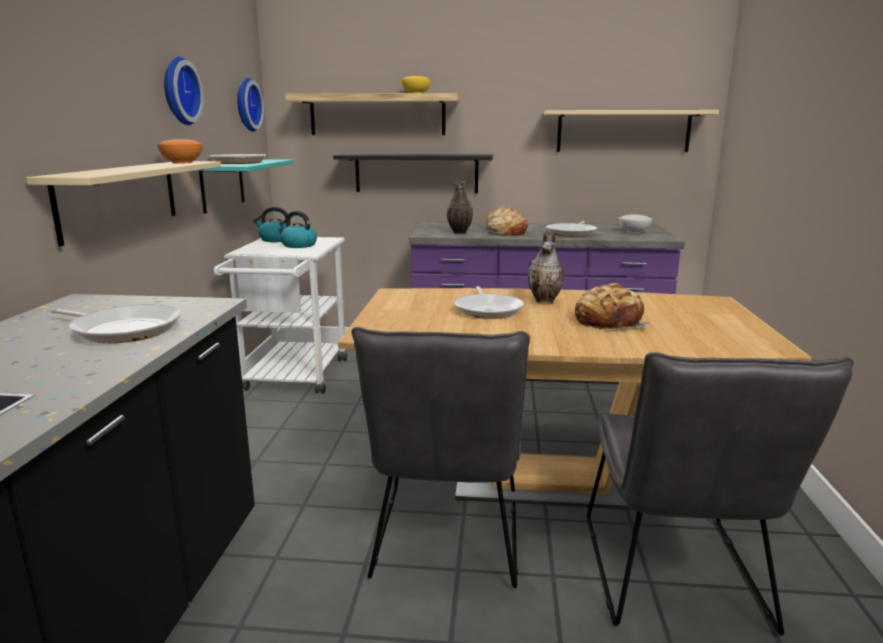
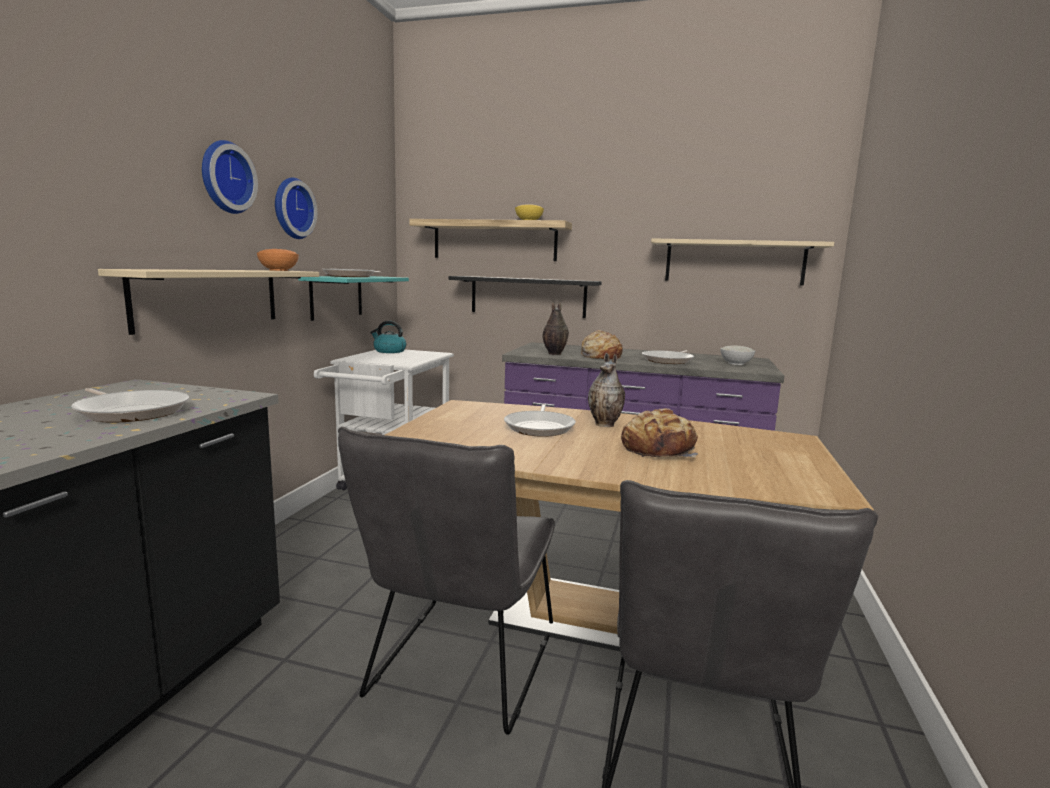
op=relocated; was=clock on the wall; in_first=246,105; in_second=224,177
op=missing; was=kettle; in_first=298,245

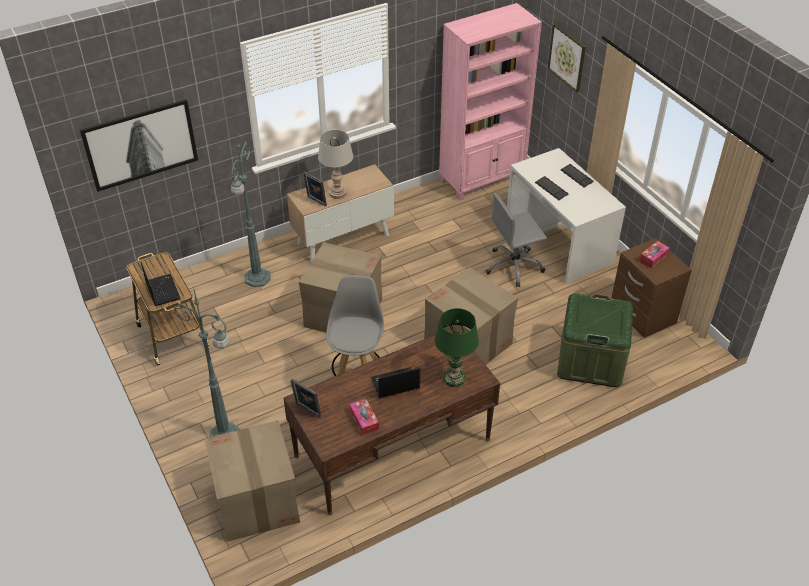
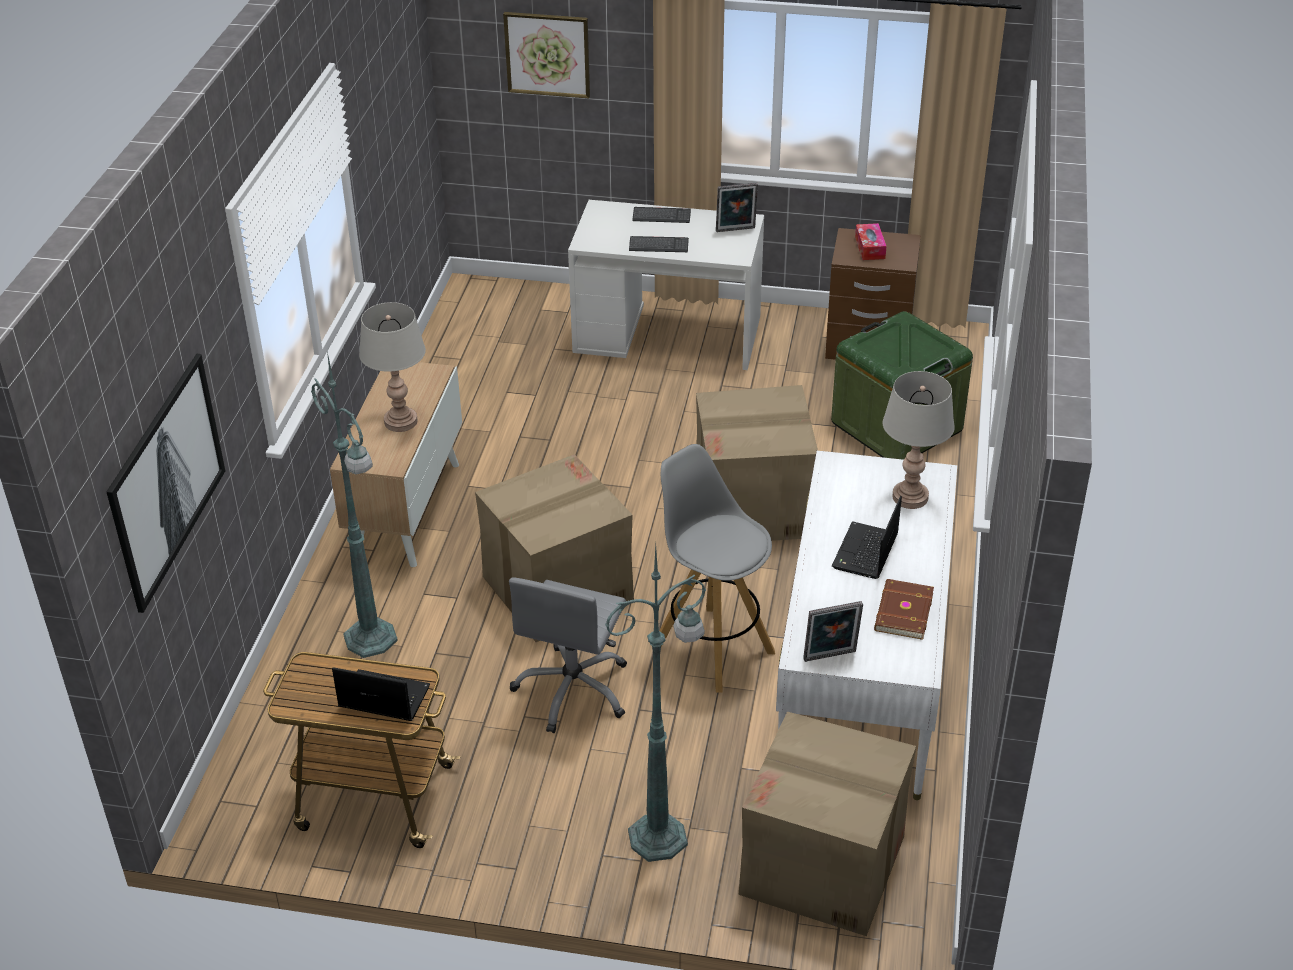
op=relocated; was=computer chair/grey; in_first=514,266; in_second=573,690
op=relocated; was=standing frame; in_first=316,202; in_second=736,230
op=colour; was=desk/brown; now=desk/white-coloured; in_first=393,448; in_second=862,674
op=exchanged; was=box of tissues; now=volume/brown; in_first=364,420; in_second=902,612
op=colour; was=tabletop lamp/green; now=tabletop lamp/grey; in_first=454,378; in_second=910,497
op=missing; was=bookshelf/pink-coloured; in_first=482,179

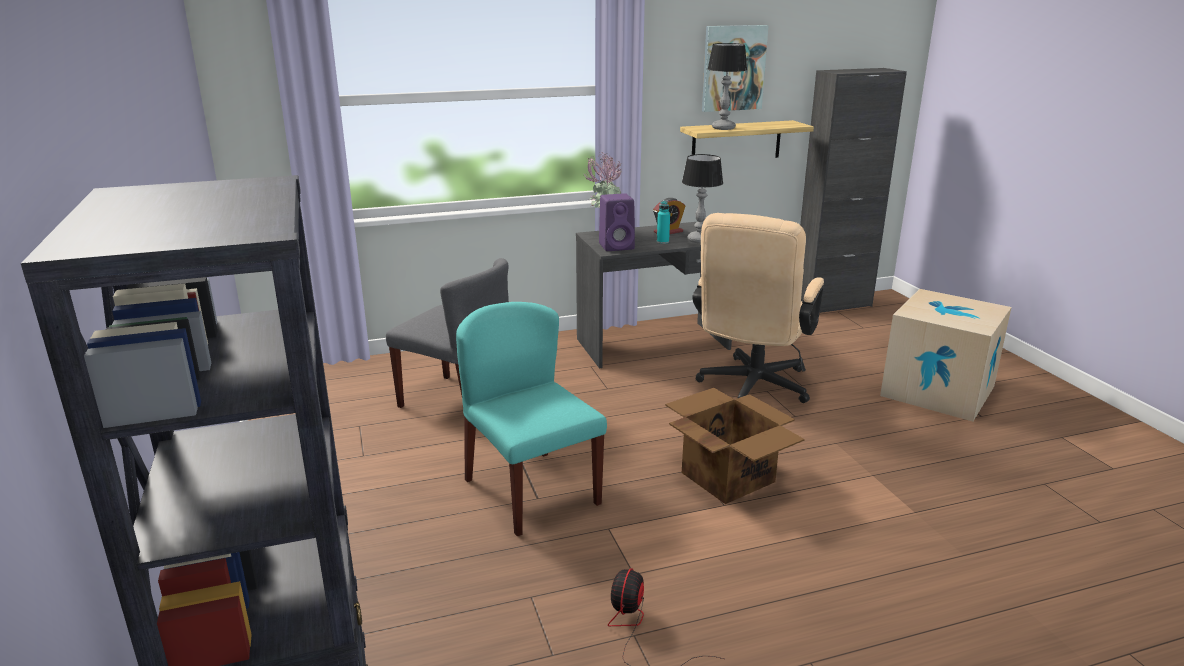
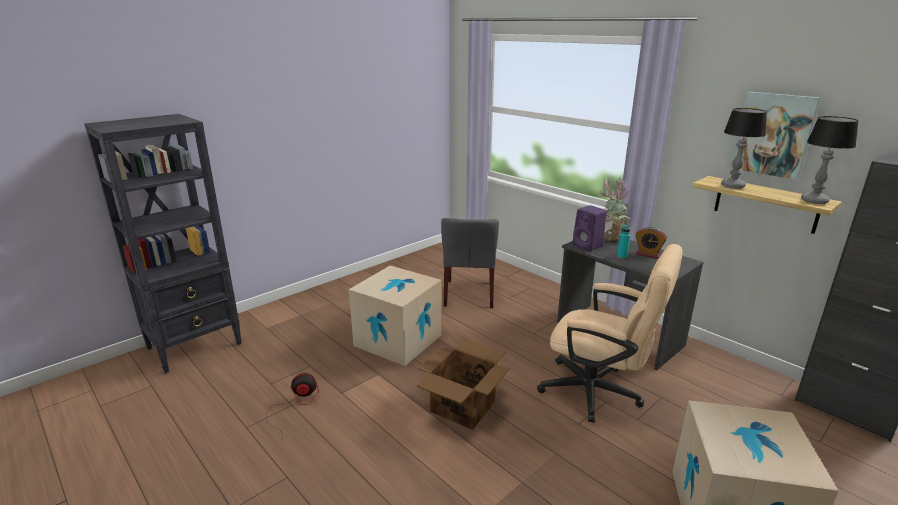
op=exchanged; was=plain chair/turquoise; now=packing box; in_first=531,491; in_second=398,340
op=spun; was=computer chair/sand-coloured; in_first=751,389; in_second=599,393; clockwise=-150
op=relocated; was=tabletop lamp; in_first=699,240; in_second=815,201

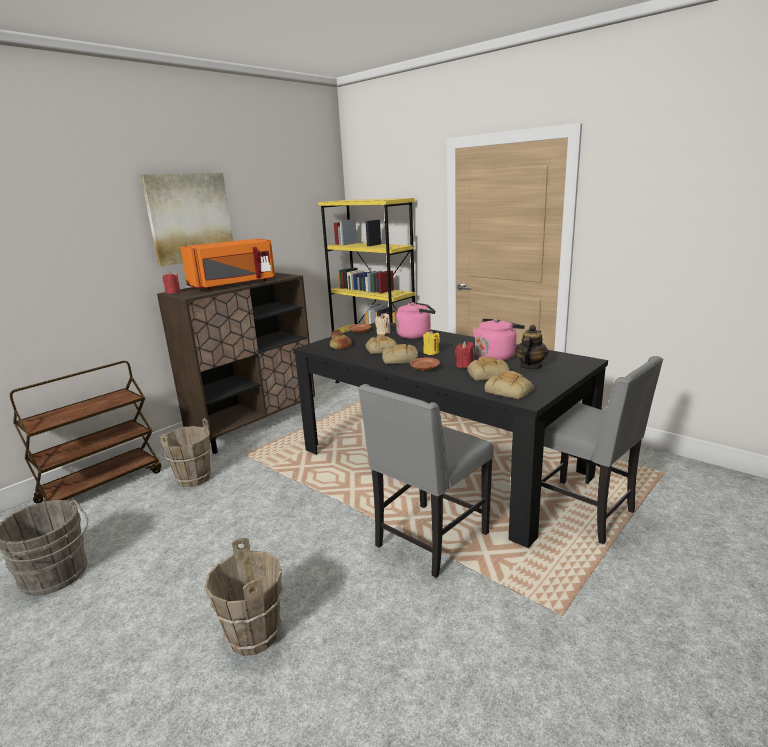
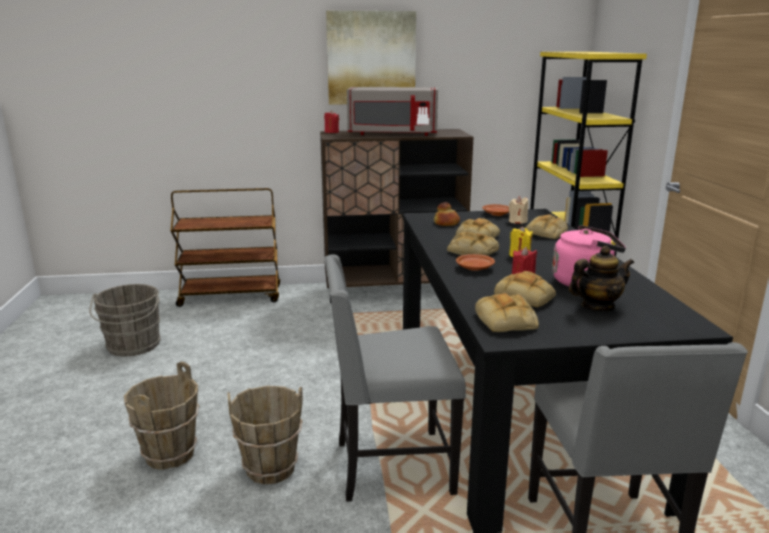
op=relocated; was=water bucket/brown; in_first=193,479; in_second=270,468
op=colour; was=kitchen microwave/orange-coloured; now=kitchen microwave/grey; in_first=233,284; in_second=392,134
op=exchanged; was=kettle/pink-coloured; now=bakery bread; in_first=416,335; in_second=546,233

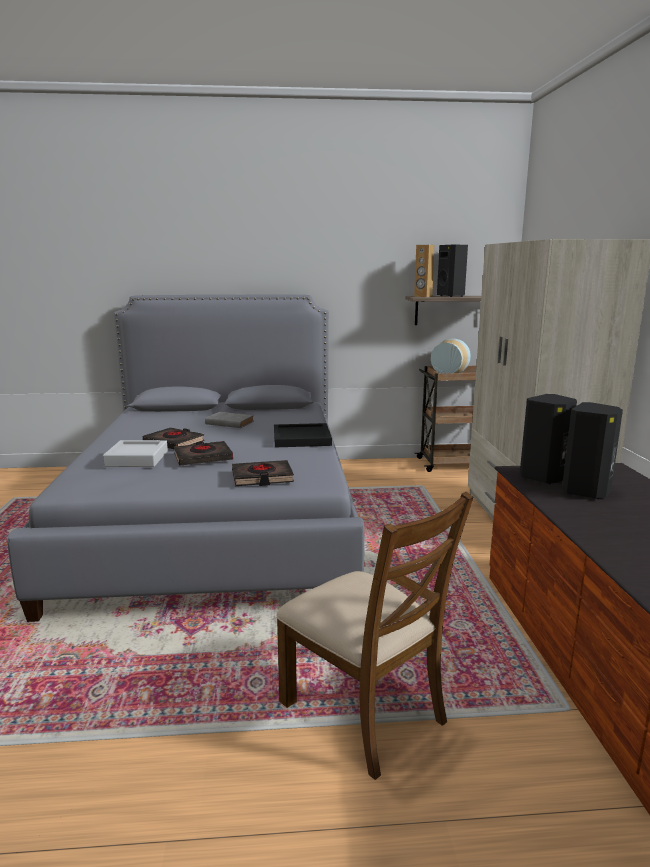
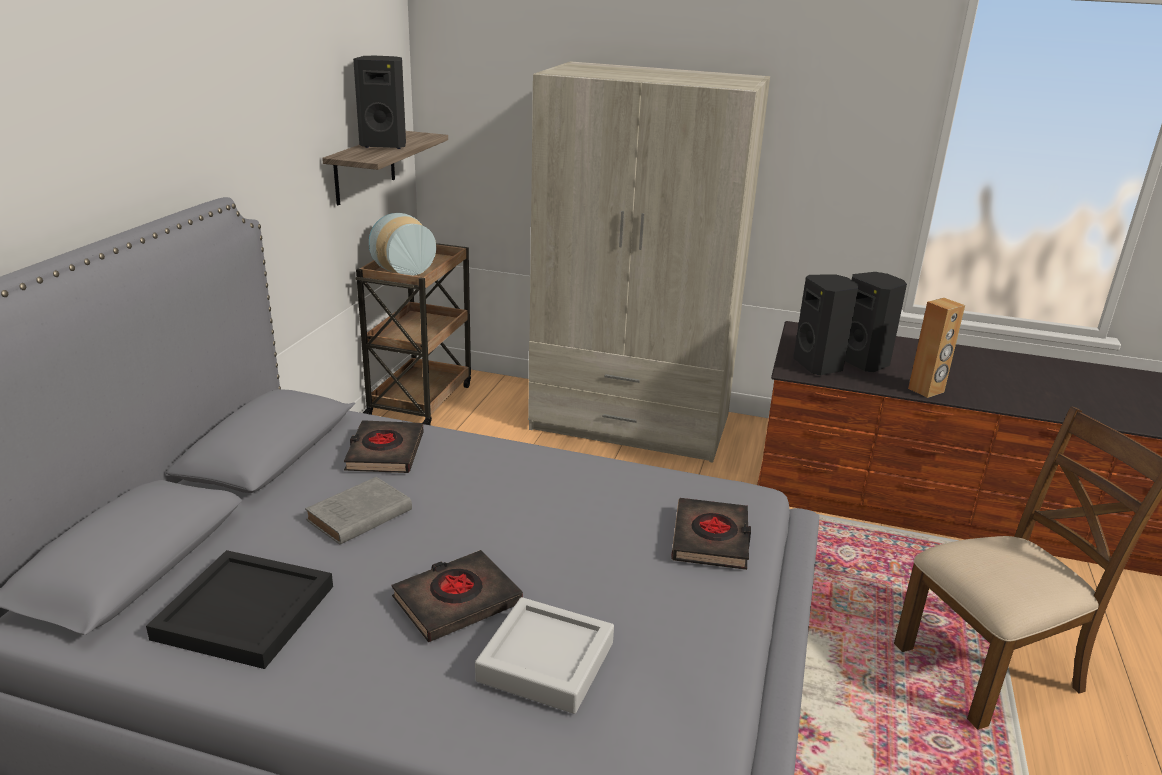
op=relocated; was=tray/blackish; in_first=301,438; in_second=243,612
op=relocated; was=volume/blackish; in_first=203,457; in_second=384,452
op=relocated; was=audio speaker/brown; in_first=423,296; in_second=926,390

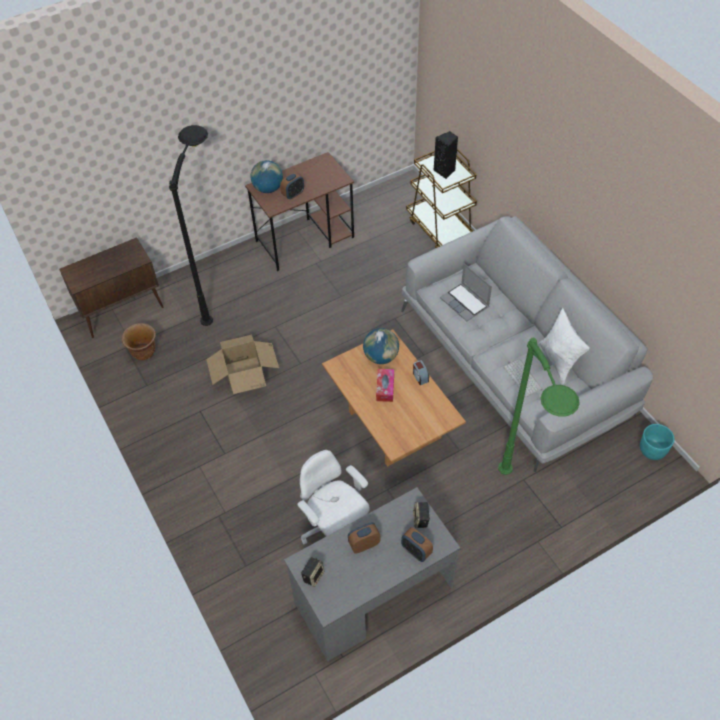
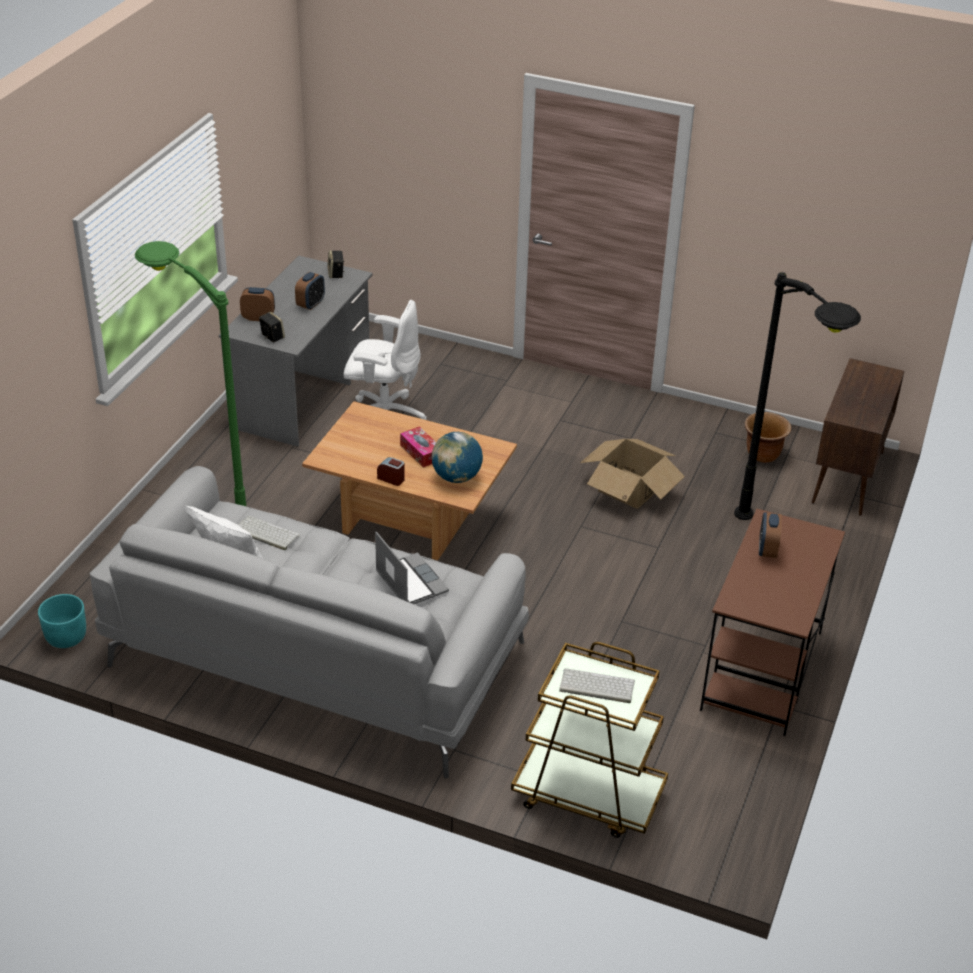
op=spun; was=notebook computer; in_first=465,303; in_second=410,581; clockwise=45
op=exchanged; was=audio speaker/blackish; now=PC keyboard; in_first=445,171; in_second=596,686
op=missing; was=globe; in_first=268,189

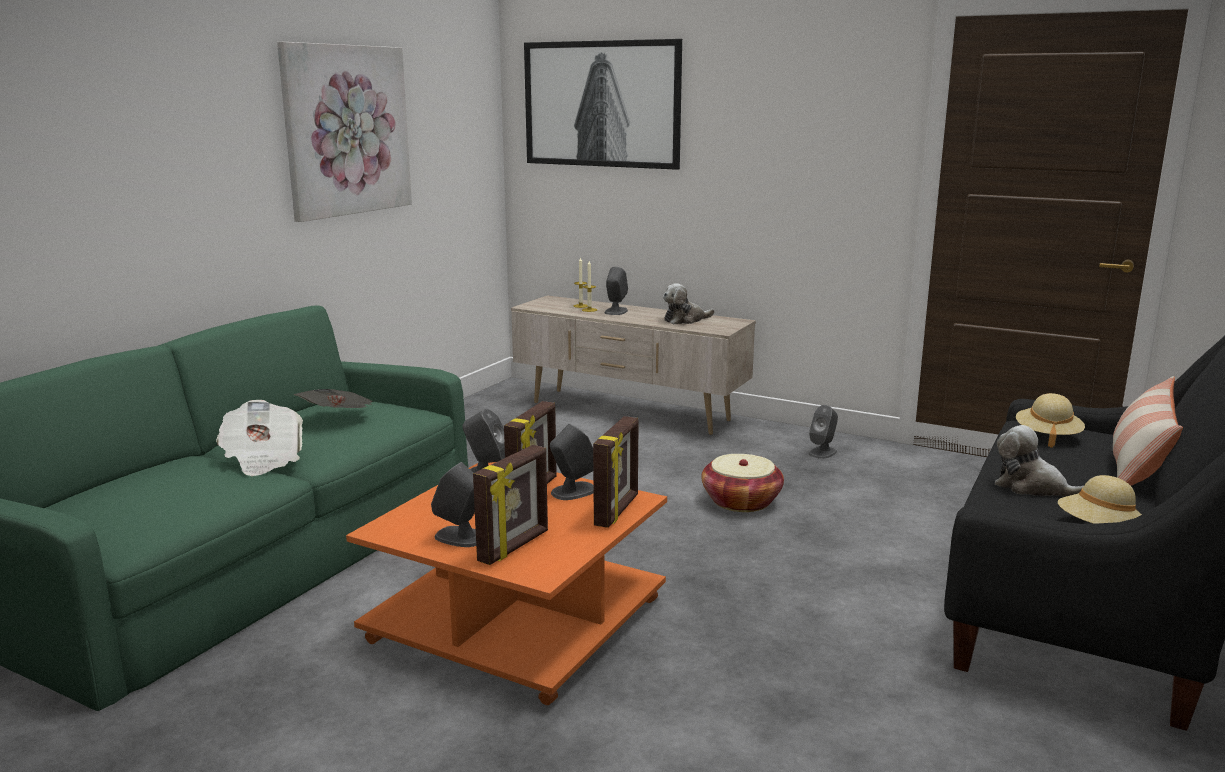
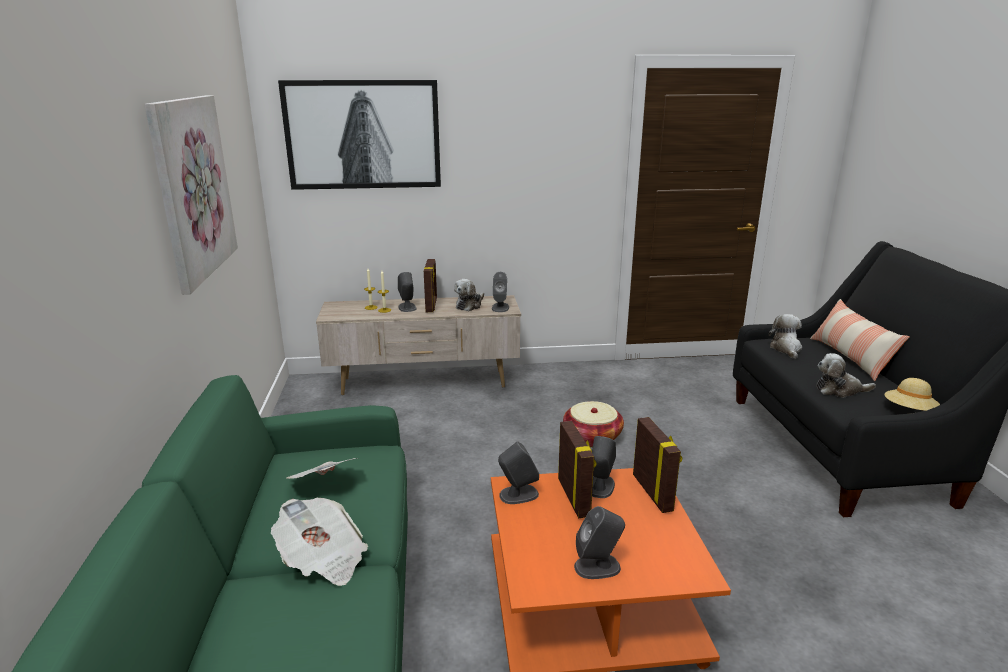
op=relocated; was=standing frame; in_first=515,547; in_second=432,305
op=relocated; was=audio speaker/grey; in_first=822,452; in_second=500,307
op=exchanged; was=hat/sand-coloured; now=cuddly toy; in_first=1047,436; in_second=786,349

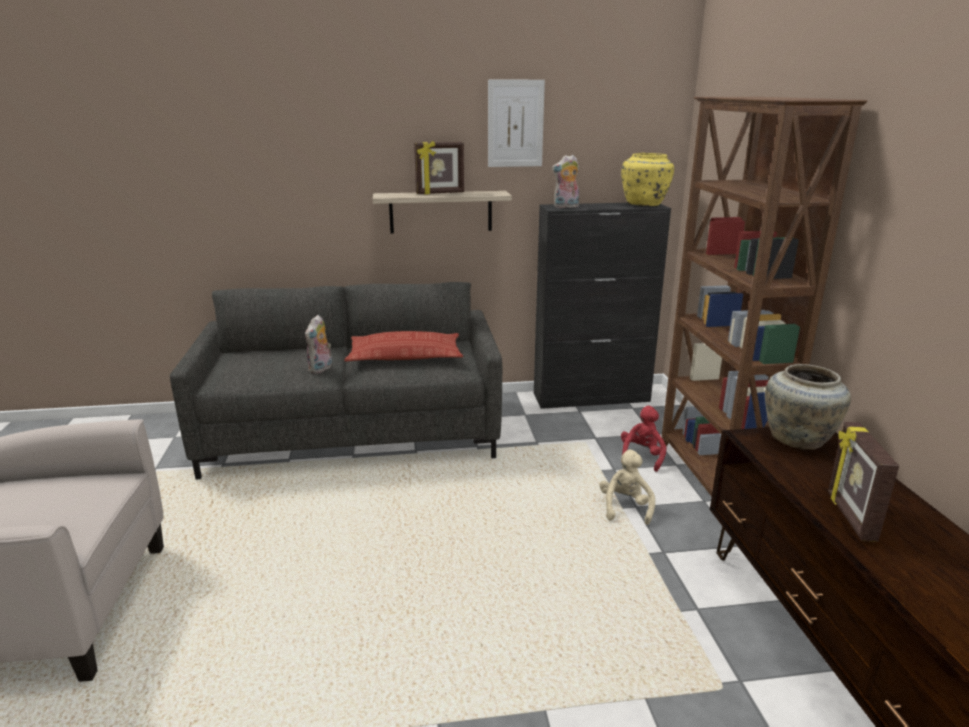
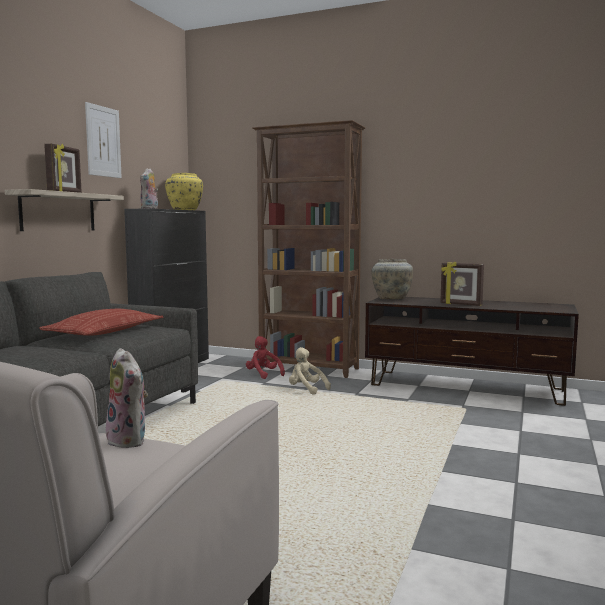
op=relocated; was=cuddly toy; in_first=321,369; in_second=130,441

